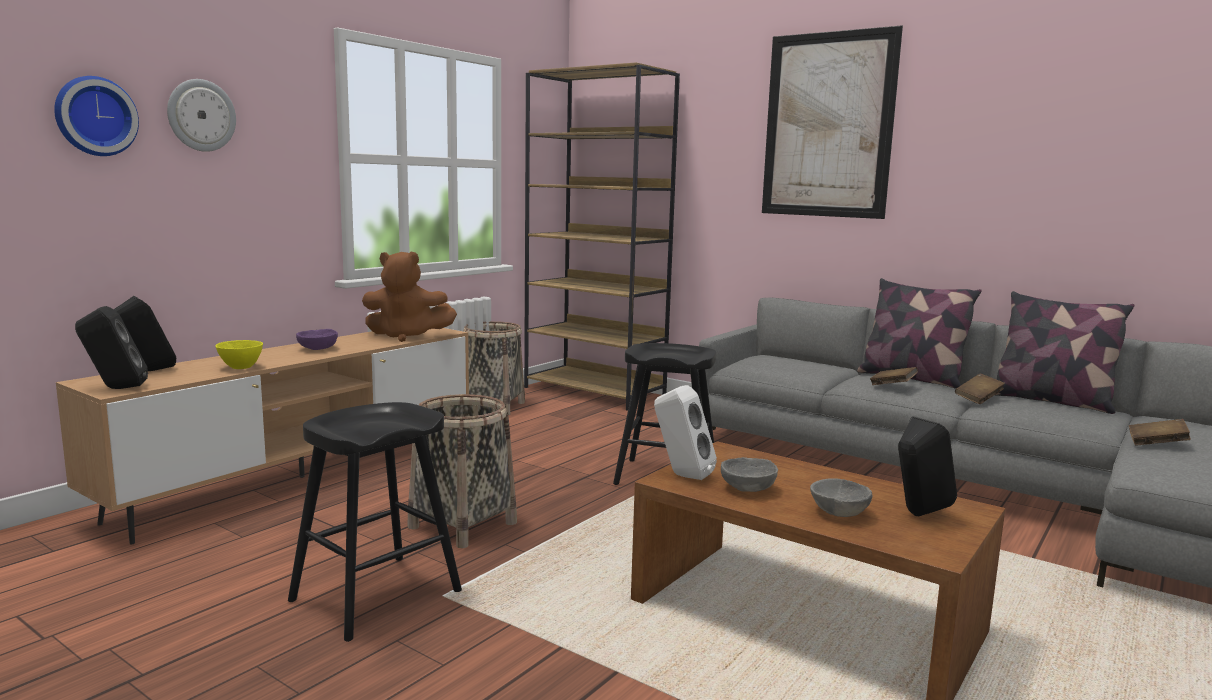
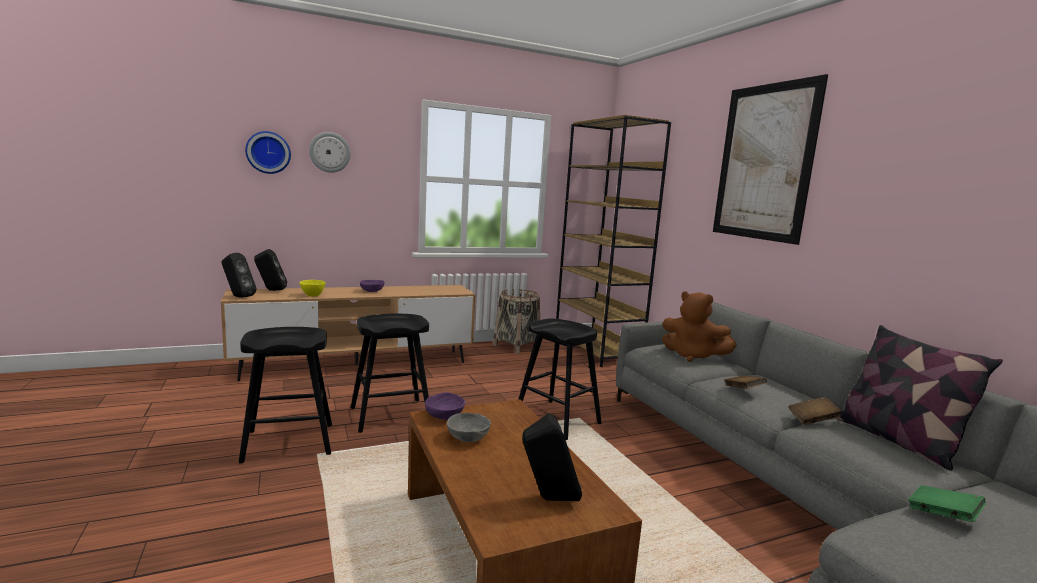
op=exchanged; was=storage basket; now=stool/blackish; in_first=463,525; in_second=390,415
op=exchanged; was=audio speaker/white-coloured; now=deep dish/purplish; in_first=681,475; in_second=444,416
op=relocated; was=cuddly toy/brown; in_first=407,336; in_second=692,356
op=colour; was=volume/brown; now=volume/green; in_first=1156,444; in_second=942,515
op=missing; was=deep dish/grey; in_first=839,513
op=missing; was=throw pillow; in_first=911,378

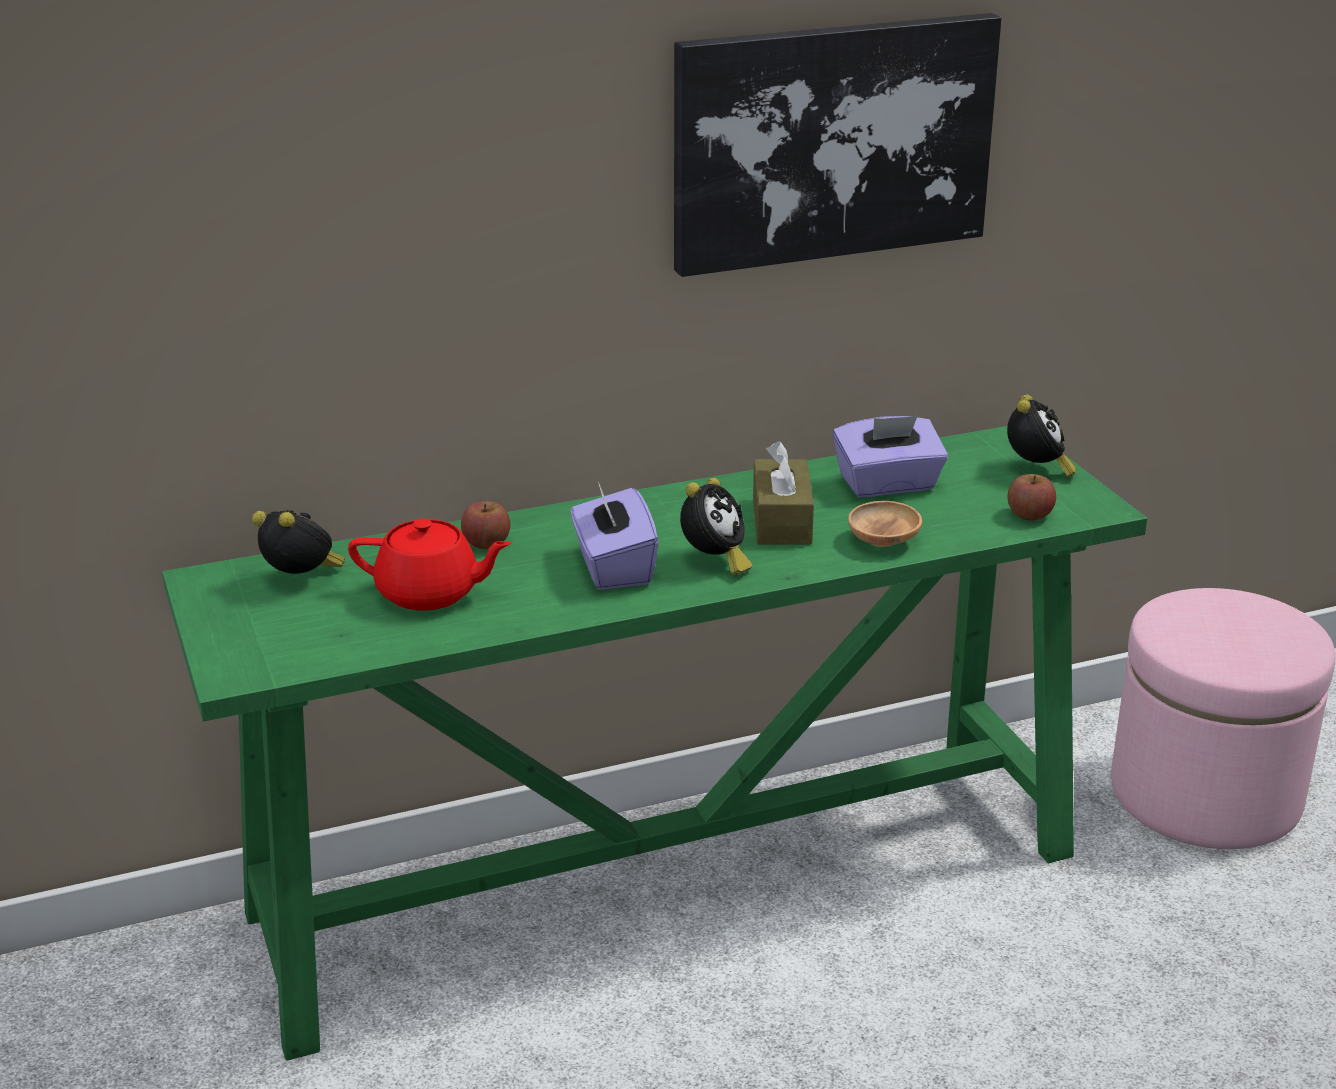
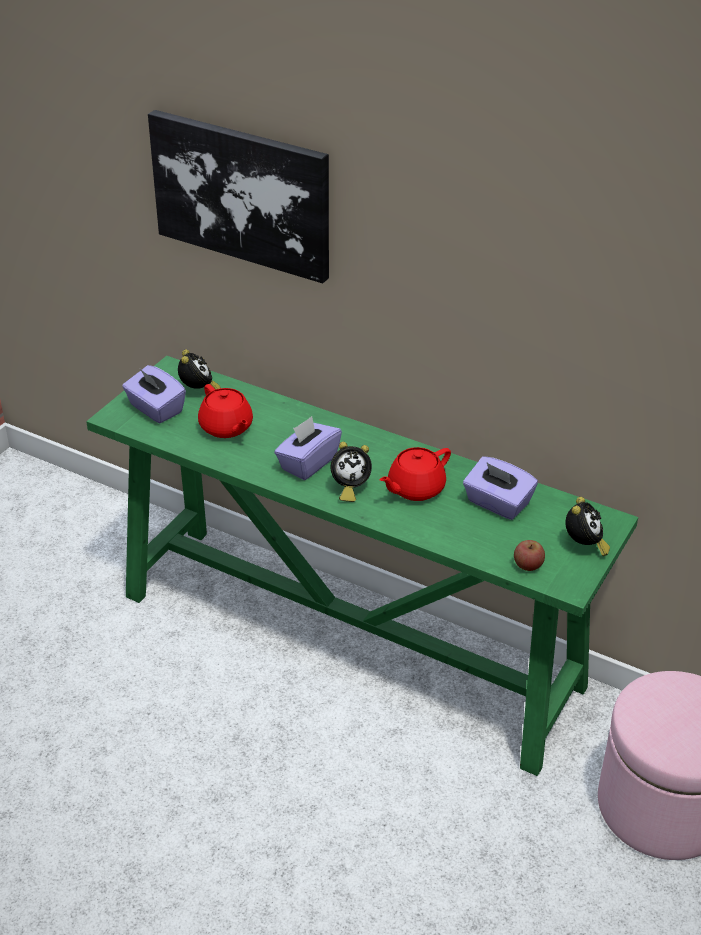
op=appeared; now=box of tissues/purplish; in_second=155,409
op=relocated; was=wall art; in_first=832,141; in_second=242,194
op=exchanged; was=box of tissues/brown; now=teapot/reddish; in_first=781,520; in_second=415,488
op=spun; was=table clock; in_first=1036,470; in_second=584,546; clockwise=-45
op=missing; was=apple; in_first=486,543
op=missing; was=deep dish/brown; in_first=883,541

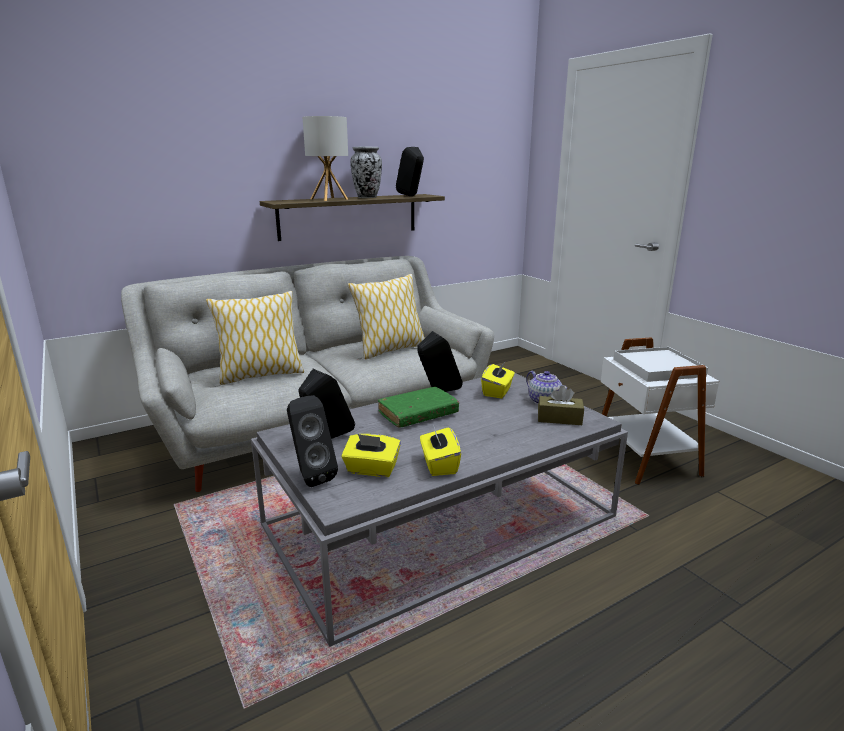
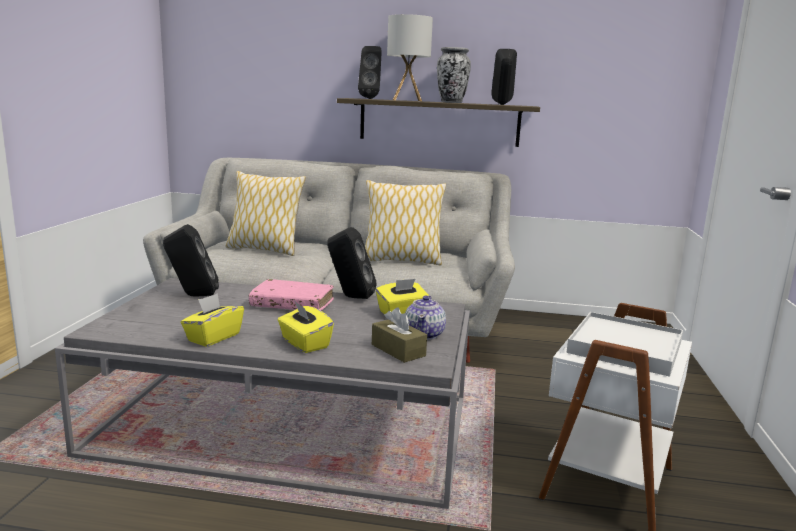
op=colour; was=volume/green; now=volume/pink-coloured; in_first=418,414; in_second=292,304
op=relocated; was=box of tissues/yellow; in_first=371,469; in_second=304,344
op=relocated; was=audio speaker/blackish; in_first=310,476; in_second=370,98

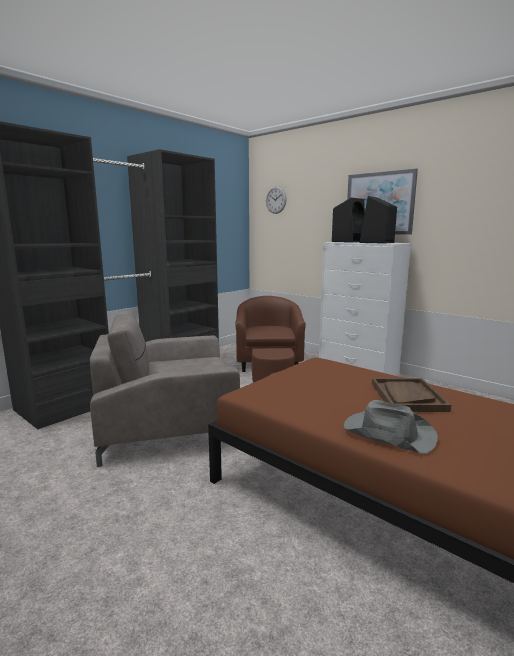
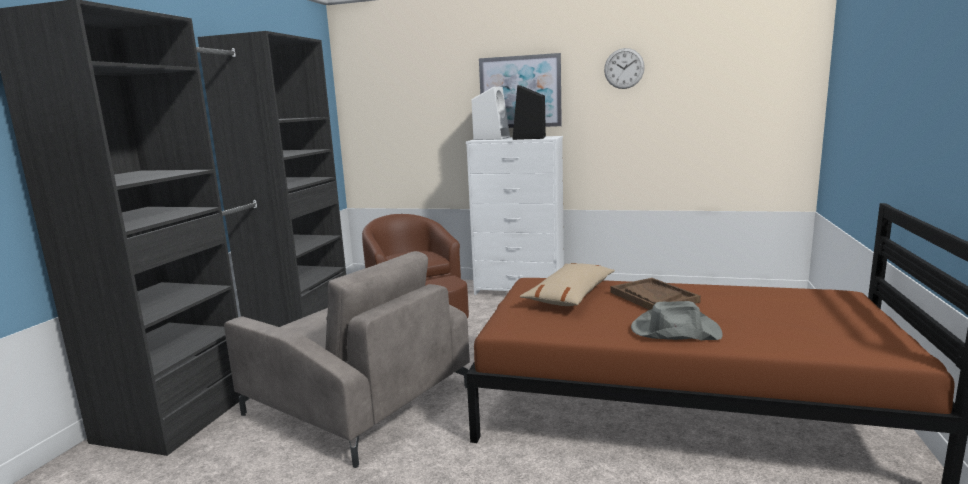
op=spun; was=lounge chair/grey; in_first=169,425; in_second=358,399; clockwise=-105
op=colour; was=audio speaker/blackish; now=audio speaker/white-coloured; in_first=349,242; in_second=492,138
op=appeared; now=throw pillow/sand-coloured; in_second=570,295
op=relocated; was=clock on the wall; in_first=276,200; in_second=624,68

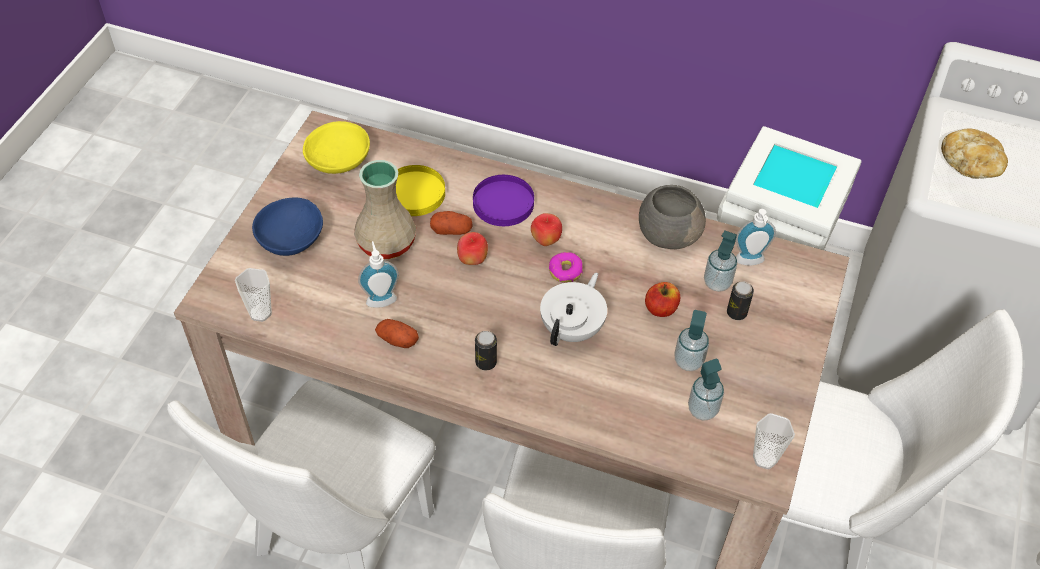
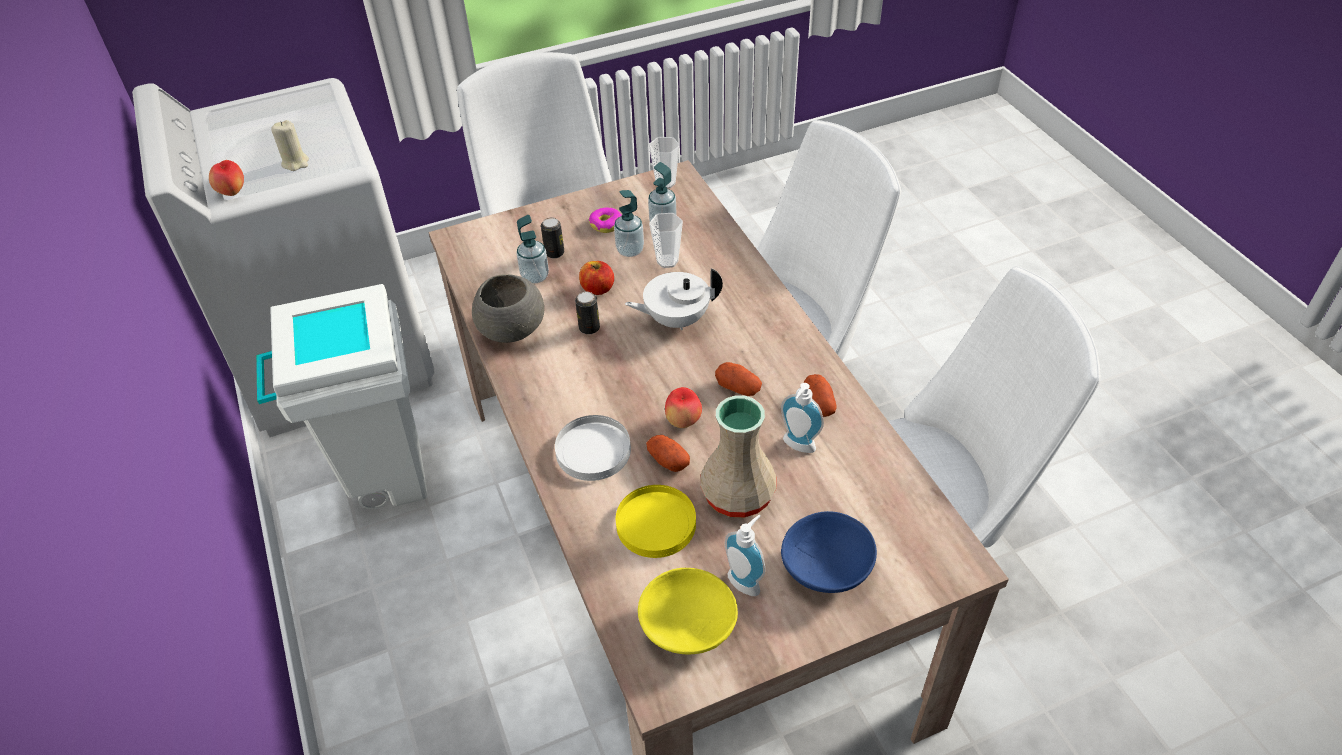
op=relocated; was=apple; in_first=546,240; in_second=232,192
op=exchanged; was=bakery bread; now=wax candle/sand-coloured; in_first=970,165; in_second=295,163
op=colour; was=dinner plate/purplish; now=dinner plate/white-coloured; in_first=503,203; in_second=592,451
op=relocated; was=sealed can; in_first=486,362; in_second=589,328
op=relocated; was=doughnut; in_first=565,271; in_second=606,224
op=relocated; was=drinking cup; in_first=260,313; in_second=667,261
op=appeared; now=spud; in_second=738,387
op=relocated; was=soap dispenser; in_first=750,262; in_second=746,580

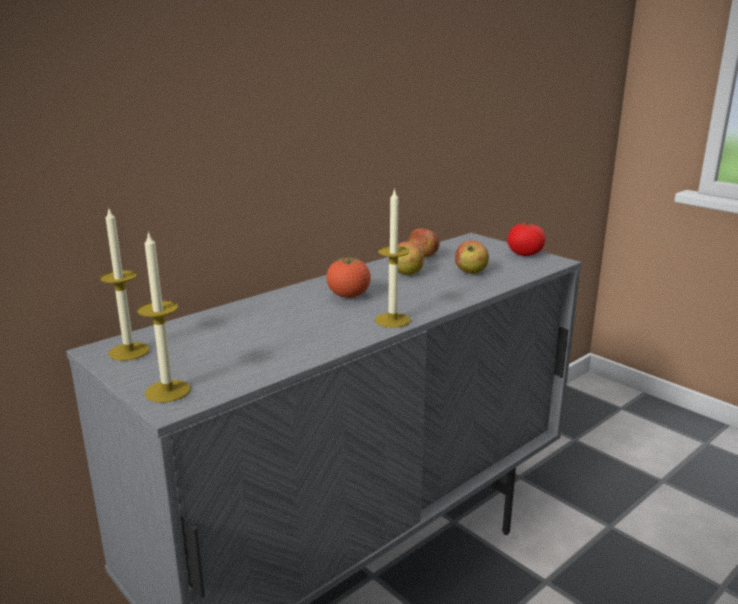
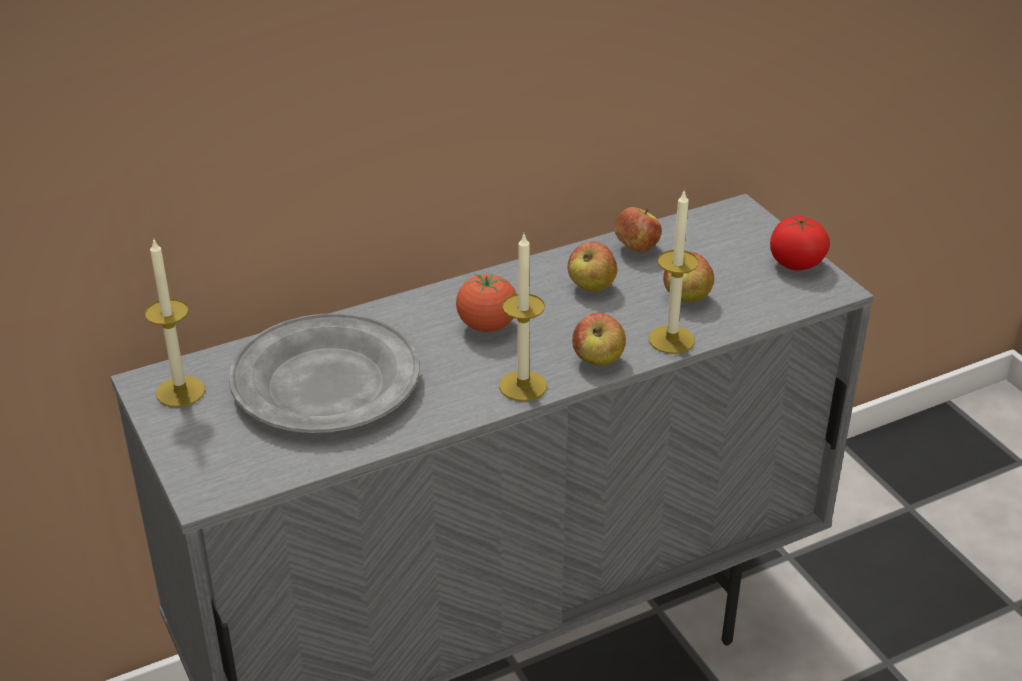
op=appeared; now=dinner plate/grey; in_second=325,383
op=appeared; now=apple; in_second=598,360
op=relocated; was=wax candle; in_first=168,391; in_second=671,339

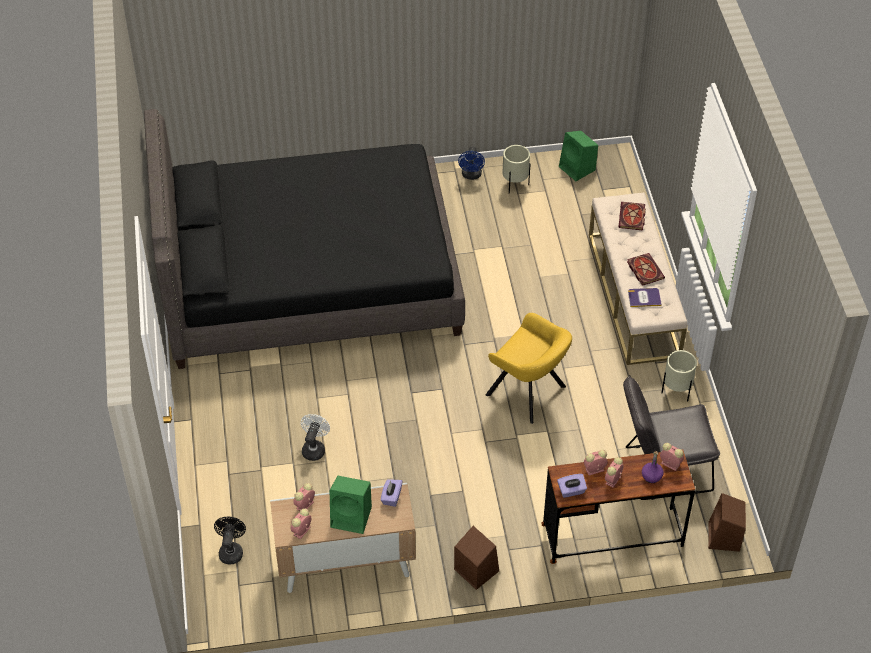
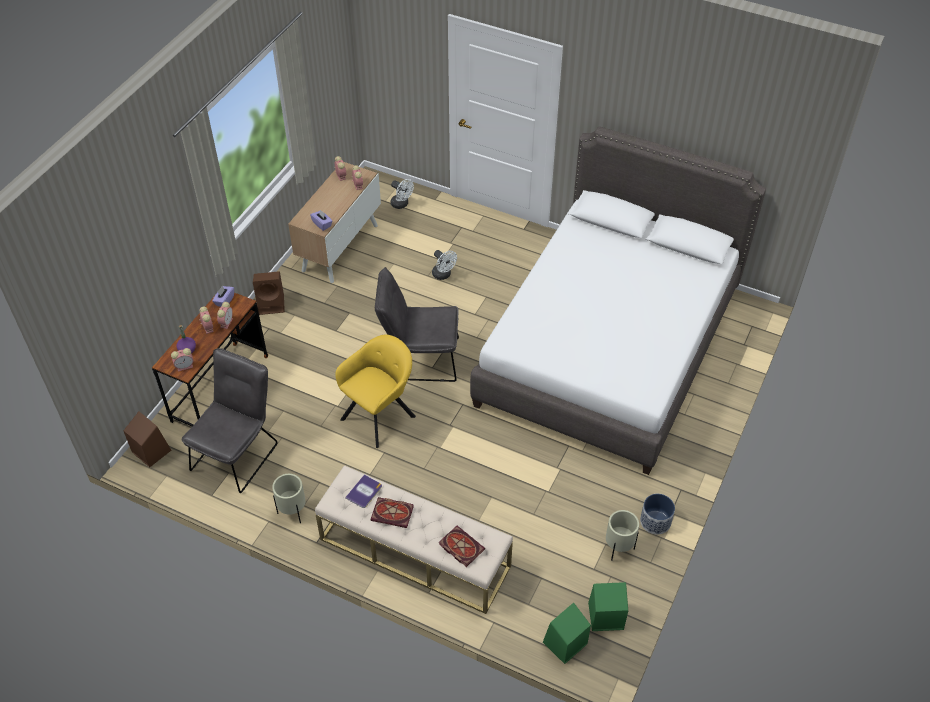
op=spun; was=lounge chair/yellow; in_first=528,393; in_second=381,415; clockwise=150
op=appeared; now=plain chair/grey; in_second=419,359
op=colour; was=fan/blackish; now=fan/white-coloured; in_first=231,550; in_second=402,204
op=colour; was=bed/blackish; now=bed/white-coloured; in_first=309,279; in_second=608,347
op=relocated; was=audio speaker/green; in_first=352,517; in_second=564,644
op=exchanged; was=fan/blue; now=flower pot; in_first=471,175; in_second=655,522

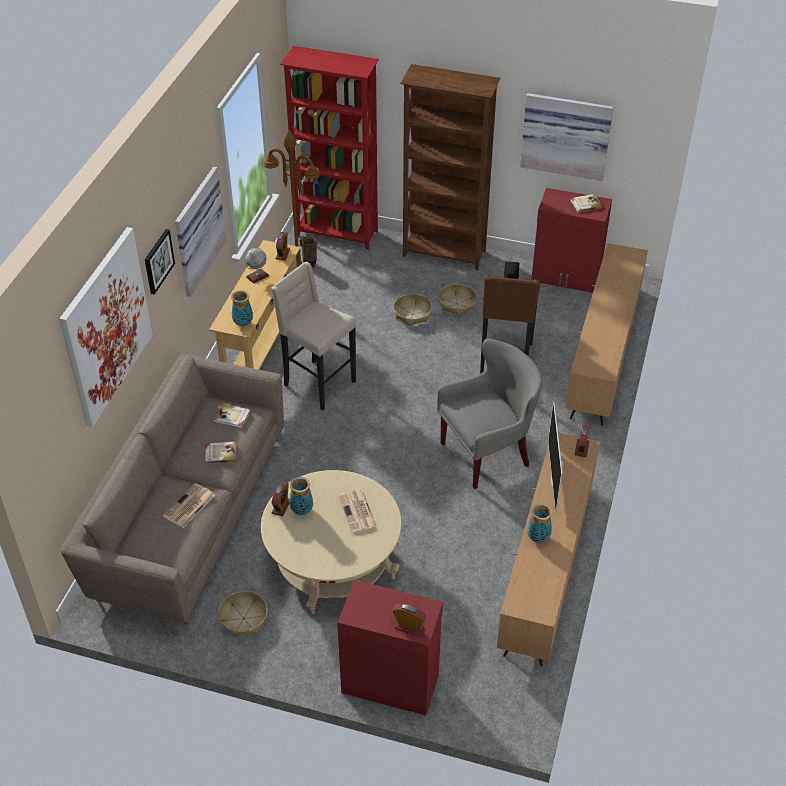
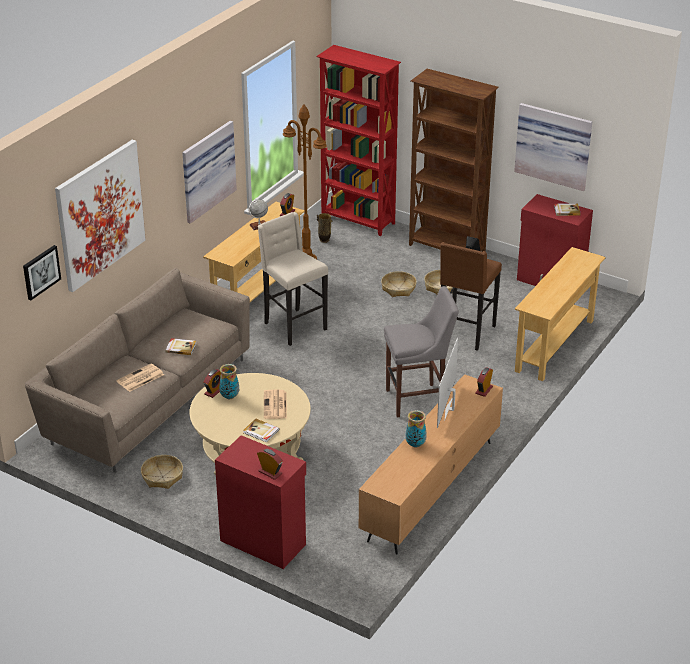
op=relocated; was=wall art; in_first=158,261; in_second=41,272
op=relocated; was=volume; in_first=232,417; in_second=261,432
op=exchanged; was=lounge chair/grey; now=stool/grey; in_first=487,455; in_second=418,400
op=exchanged; was=tv stand/brown; now=hall table/sand-coloured; in_first=602,357; in_second=555,346
op=missing; was=decorative vase; in_first=243,323

